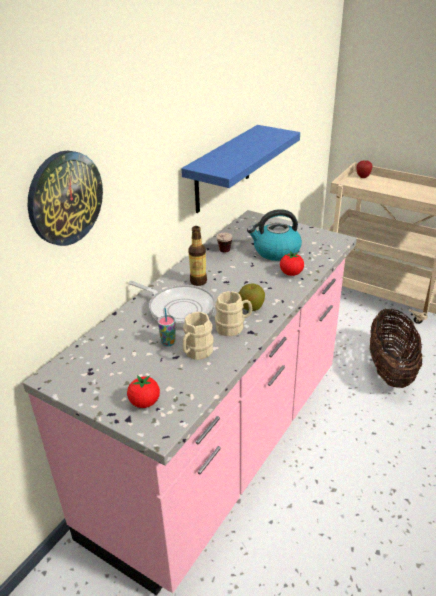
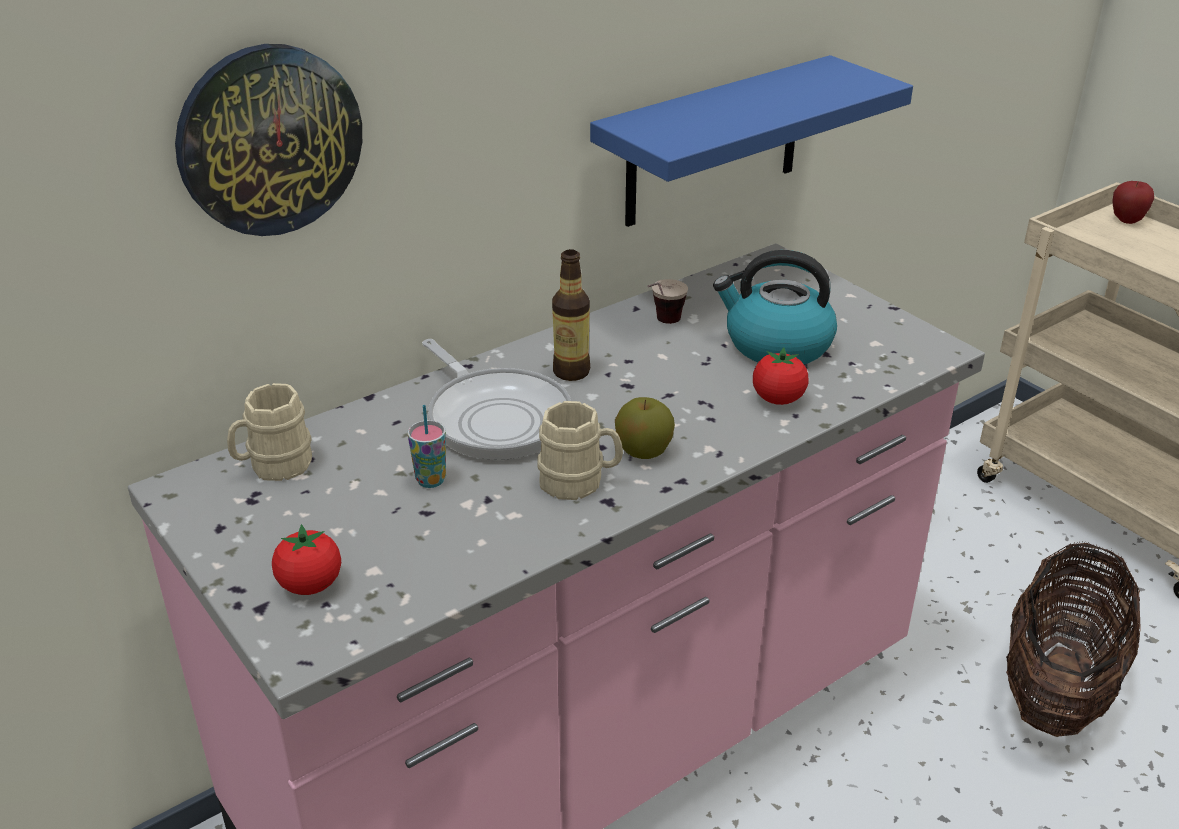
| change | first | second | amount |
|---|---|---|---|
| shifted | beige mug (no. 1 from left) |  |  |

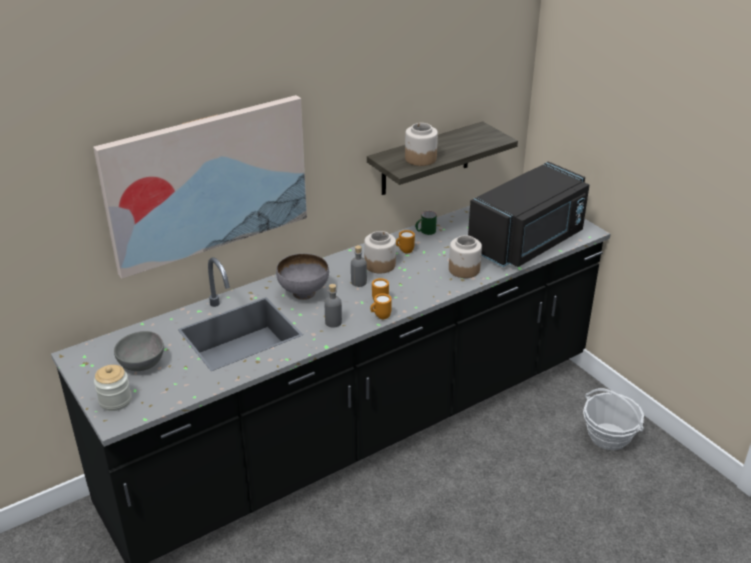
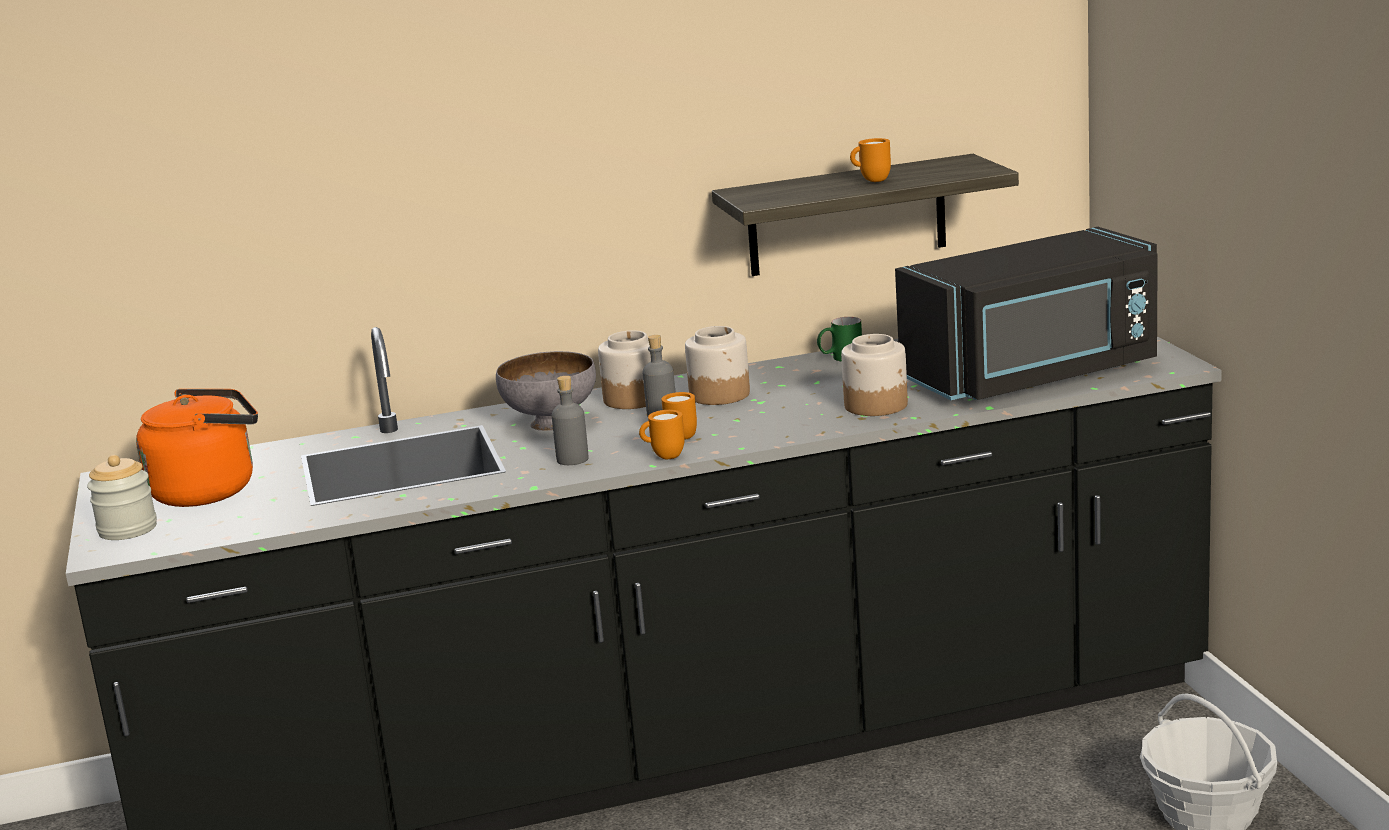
| change | first | second | amount |
|---|---|---|---|
| gone | wall picture |  |  |
| shifted | storage jar (no. 3 from left in the first image) | storage jar (no. 2 from left) |  |
| shifted | orangey mug (no. 3 from left) |  |  |
| swapped | gray serving bowl (no. 1 from left) | orangey tea kettle |  |

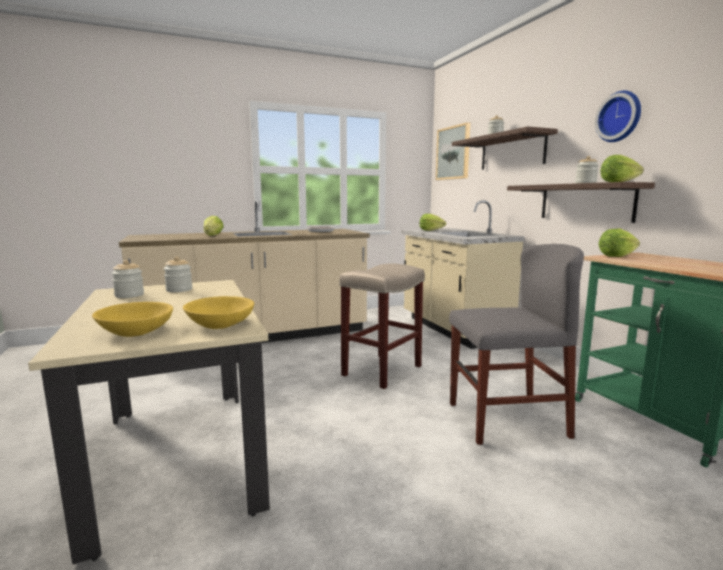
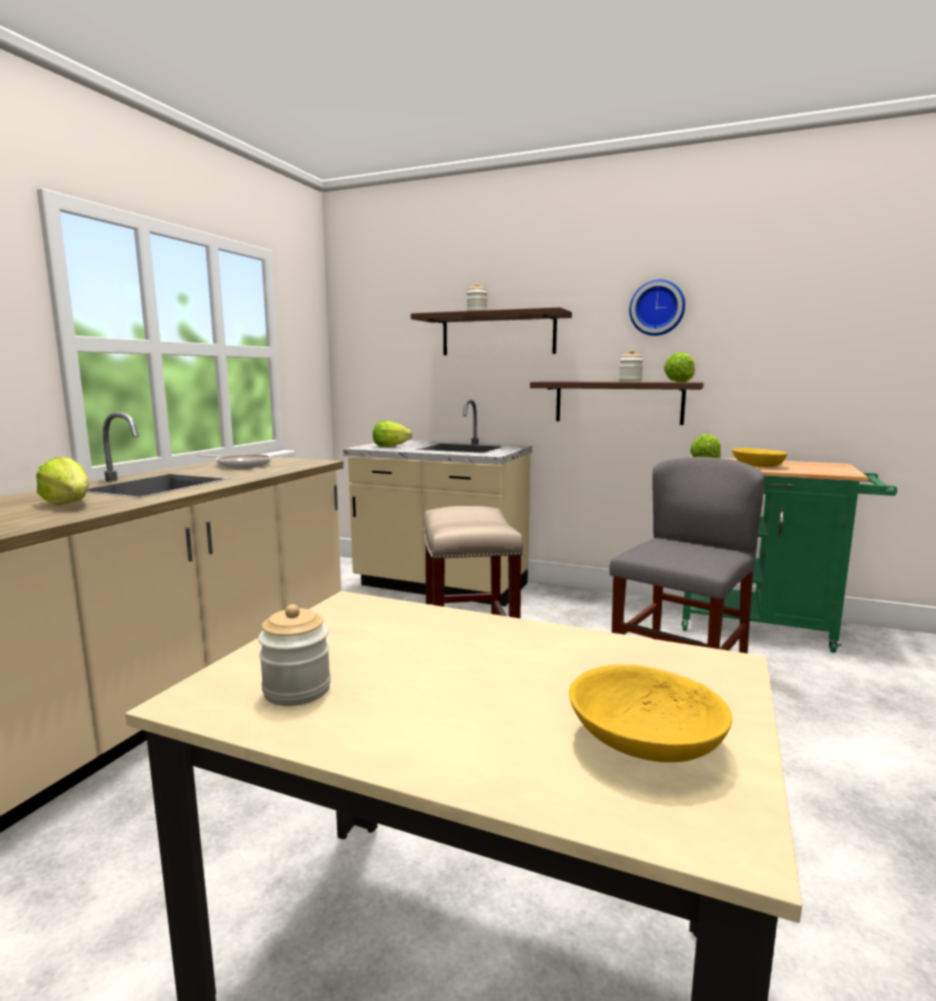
| change | first | second | amount |
|---|---|---|---|
| gone | wall picture |  |  |
| gone | storage jar (no. 2 from left) |  |  |
| shifted | yellow serving bowl (no. 2 from left) |  |  |

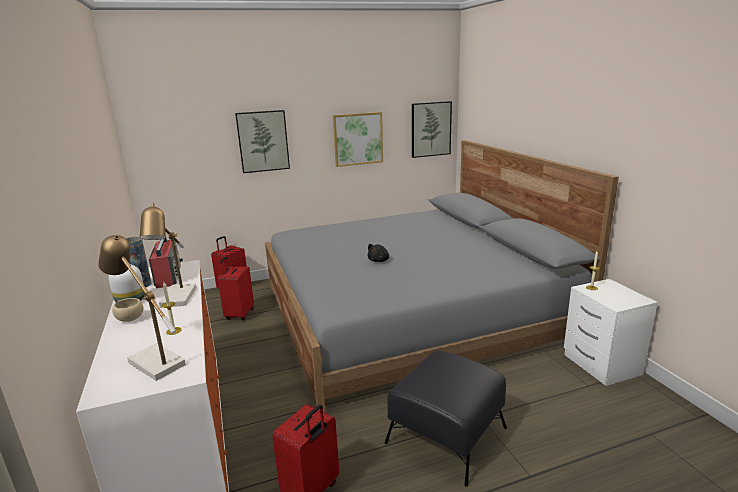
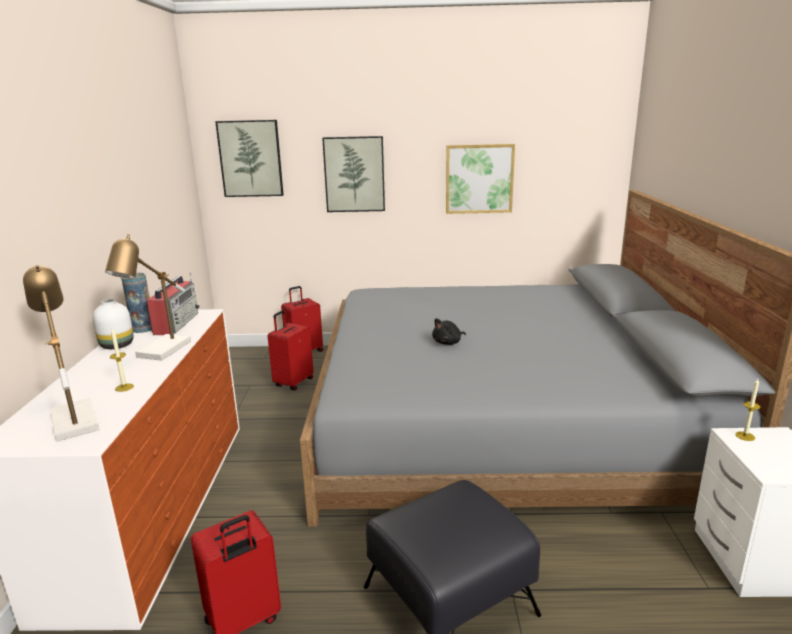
| change | first | second | amount |
|---|---|---|---|
| shifted | wall picture (no. 3 from left in the first image) | wall picture (no. 1 from left) |  |
| gone | beige serving bowl |  |  |

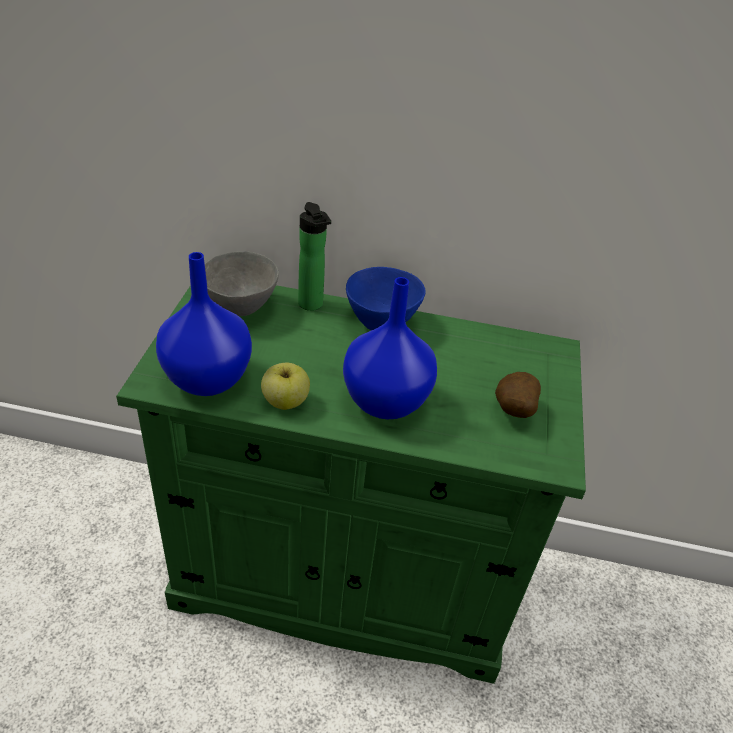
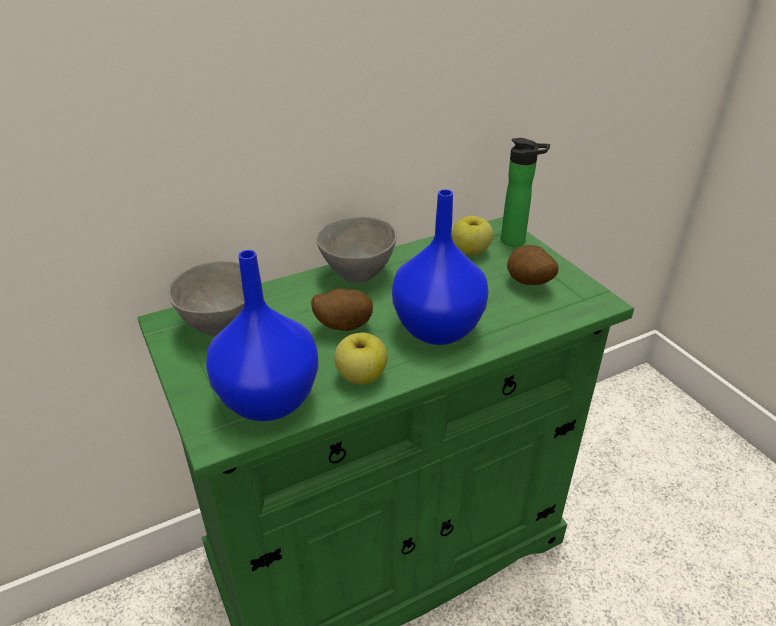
| change | first | second | amount |
|---|---|---|---|
| shifted | bottle |  |  |
| repainted | bluish serving bowl | gray serving bowl (no. 2 from left) |  |
| new |  | apple (no. 2 from left) |  |
| new |  | spud (no. 1 from left) |  |

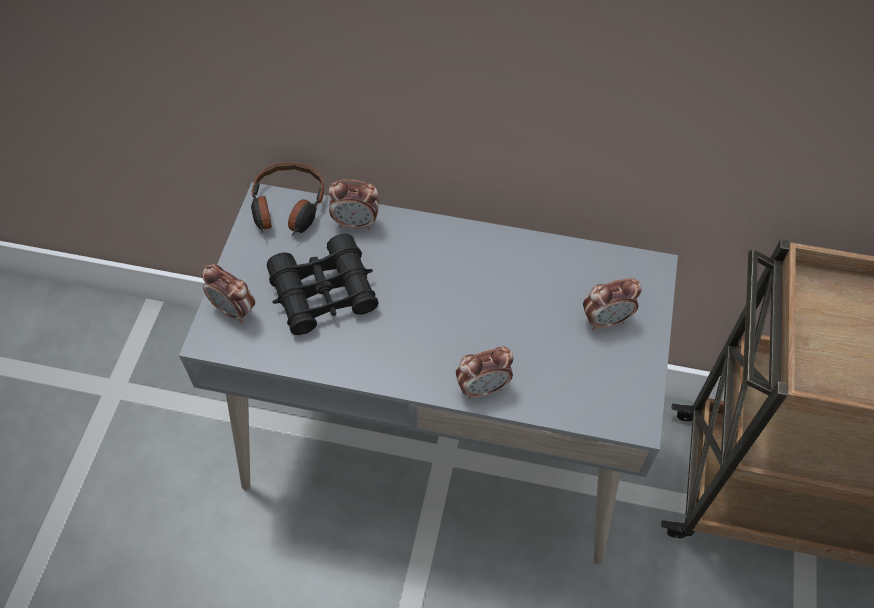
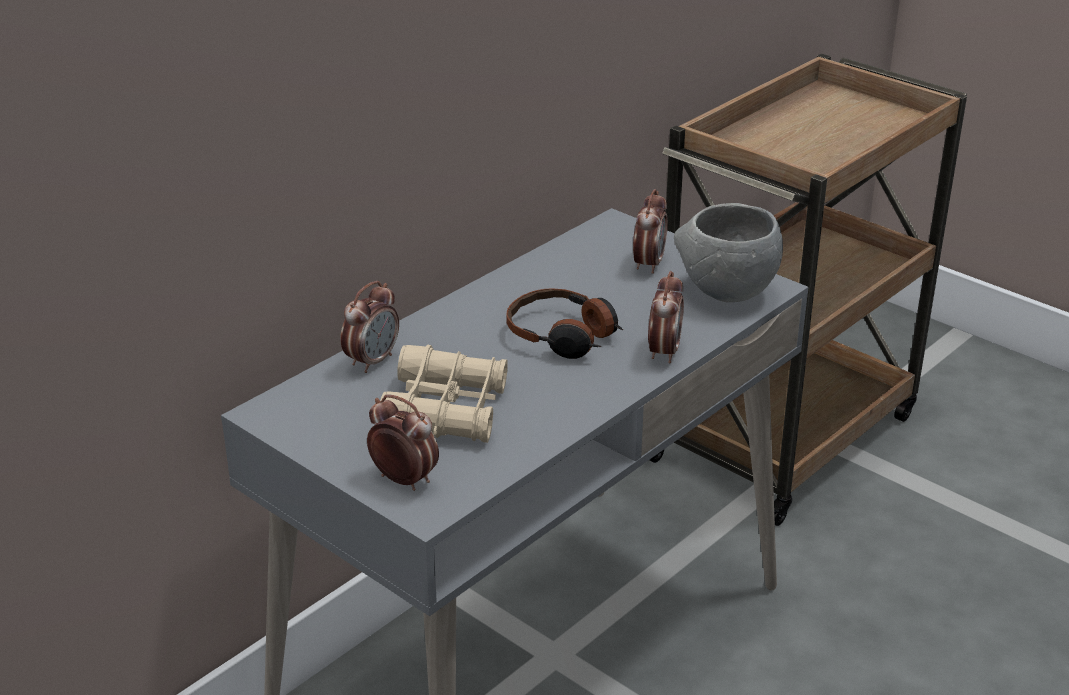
| change | first | second | amount |
|---|---|---|---|
| shifted | headphones |  |  |
| repainted | blackish field glasses | beige field glasses |  |
| rotated | table clock (no. 1 from left in the first image) | table clock (no. 2 from left) | 120 degrees counterclockwise |
| new |  | gray serving bowl |  |

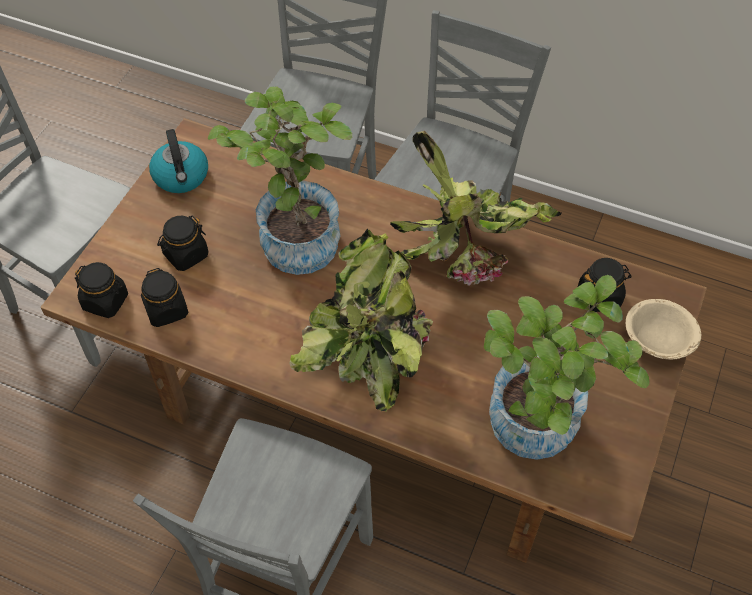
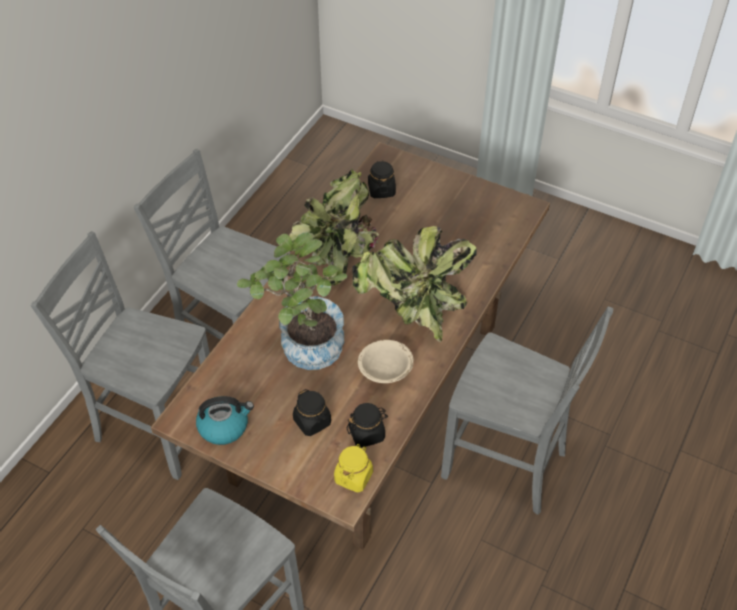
| change | first | second | amount |
|---|---|---|---|
| repainted | blackish storage jar (no. 1 from left) | yellow storage jar |  |
| gone | potted plant (no. 4 from left) |  |  |
| shifted | beige serving bowl |  |  |

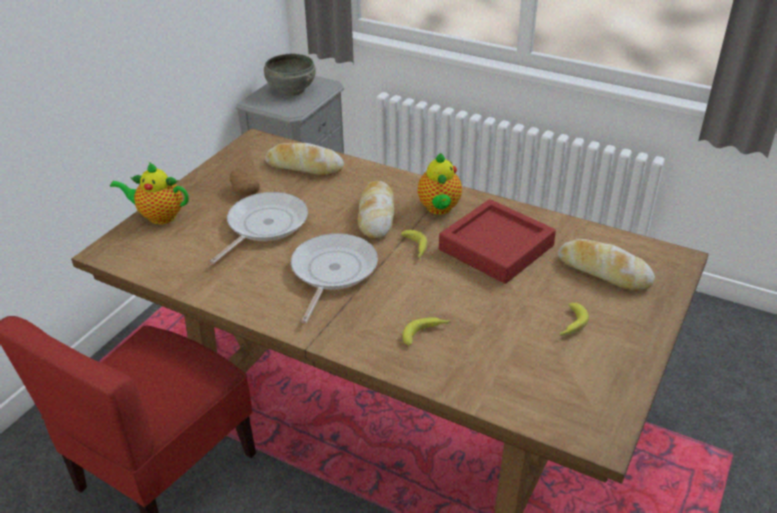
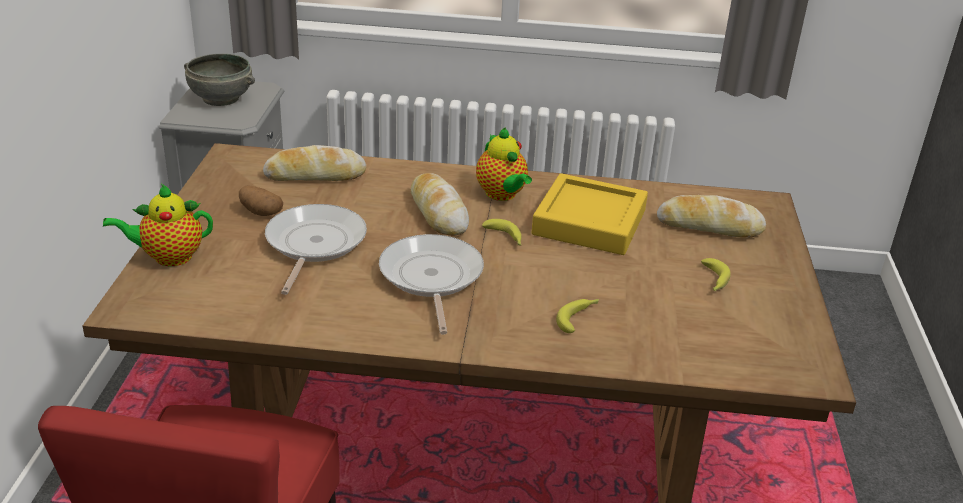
| change | first | second | amount |
|---|---|---|---|
| repainted | red carrying tray | yellow carrying tray |  |

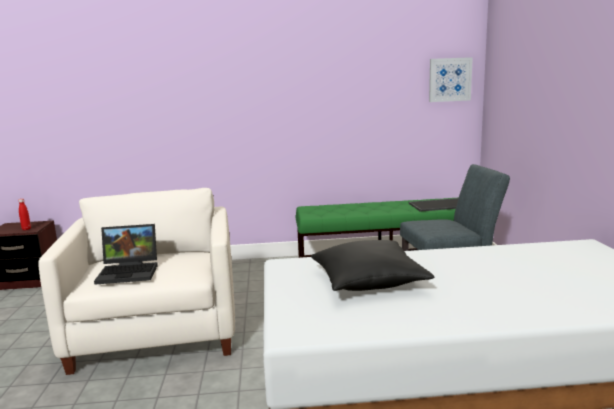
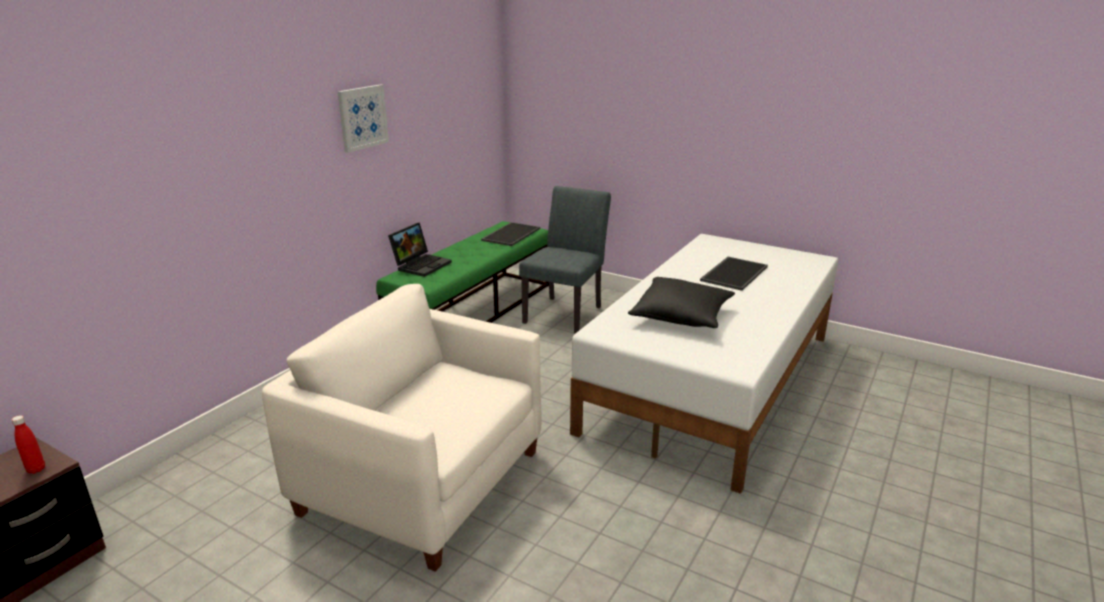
| change | first | second | amount |
|---|---|---|---|
| shifted | wall picture |  |  |
| shifted | portable computer |  |  |
| new |  | carrying tray (no. 2 from left) |  |

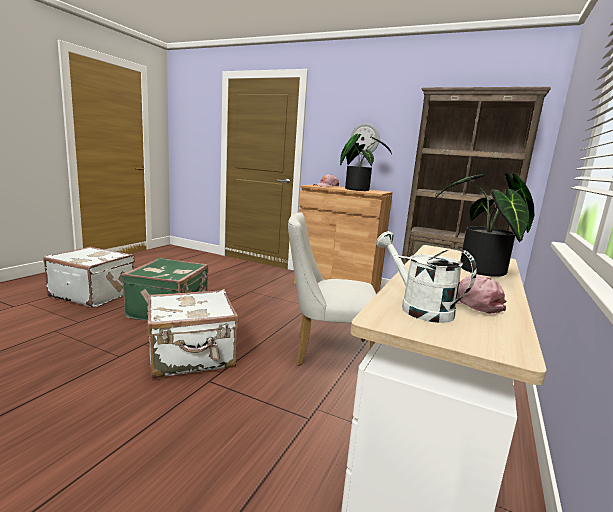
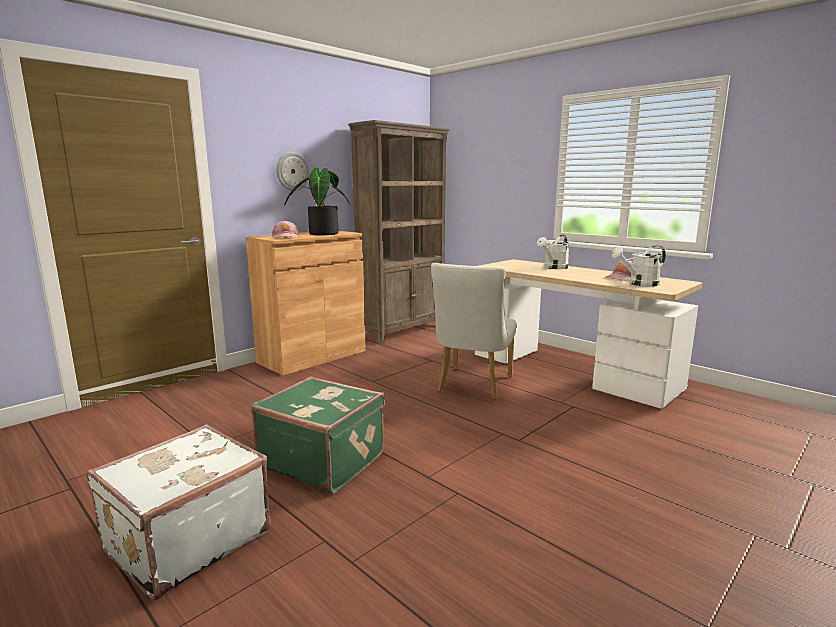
| change | first | second | amount |
|---|---|---|---|
| swapped | potted plant (no. 2 from left) | whitish watering pot (no. 1 from left) |  |
| gone | whitish suitcase (no. 2 from left) |  |  |

